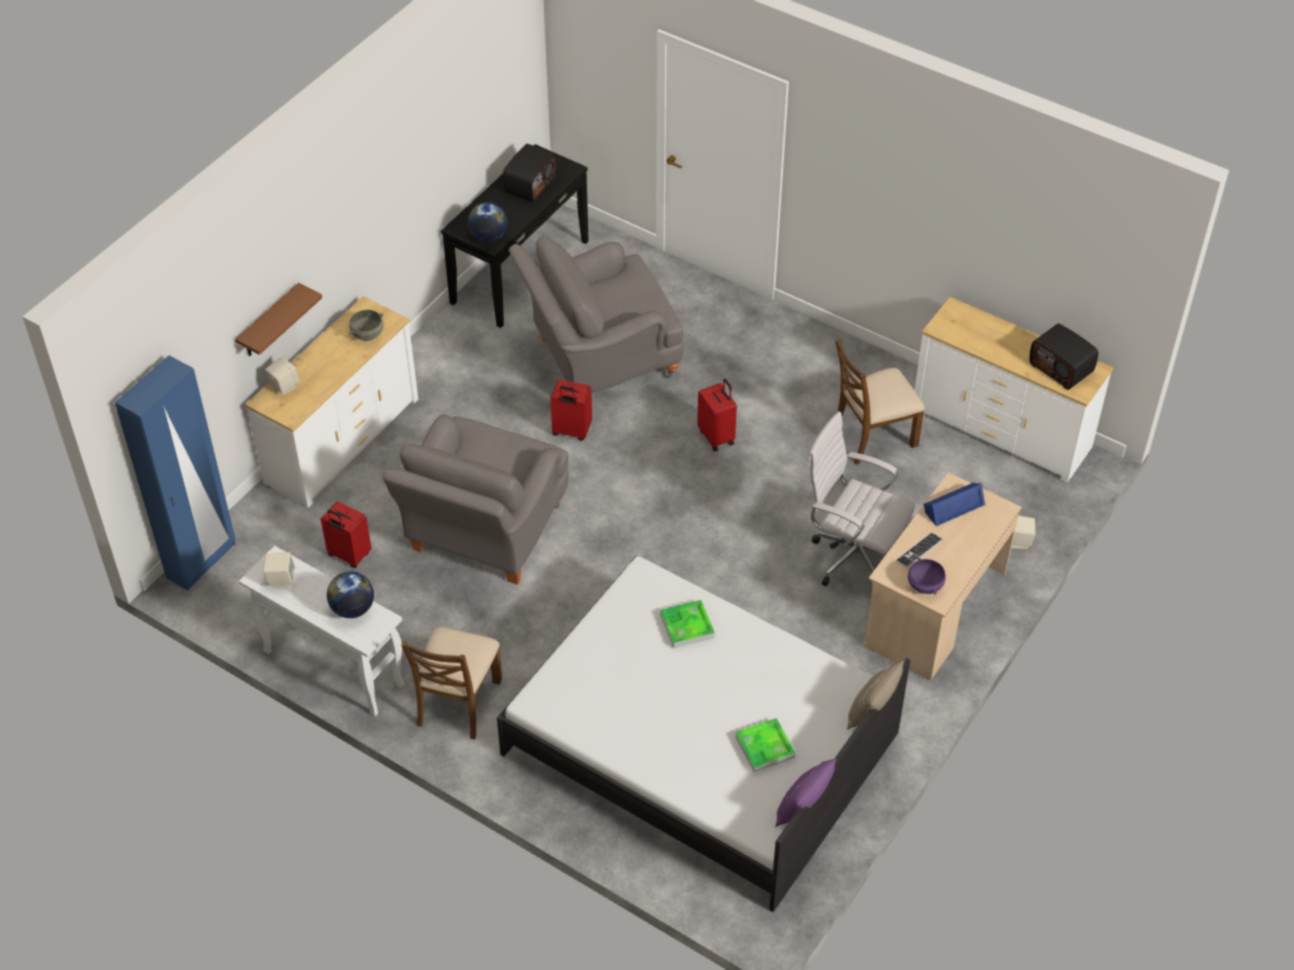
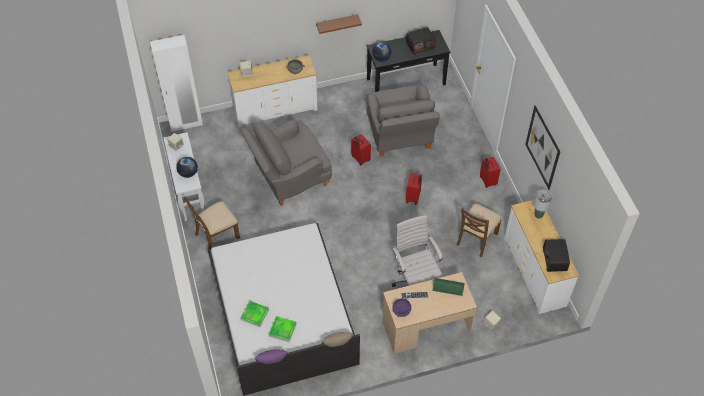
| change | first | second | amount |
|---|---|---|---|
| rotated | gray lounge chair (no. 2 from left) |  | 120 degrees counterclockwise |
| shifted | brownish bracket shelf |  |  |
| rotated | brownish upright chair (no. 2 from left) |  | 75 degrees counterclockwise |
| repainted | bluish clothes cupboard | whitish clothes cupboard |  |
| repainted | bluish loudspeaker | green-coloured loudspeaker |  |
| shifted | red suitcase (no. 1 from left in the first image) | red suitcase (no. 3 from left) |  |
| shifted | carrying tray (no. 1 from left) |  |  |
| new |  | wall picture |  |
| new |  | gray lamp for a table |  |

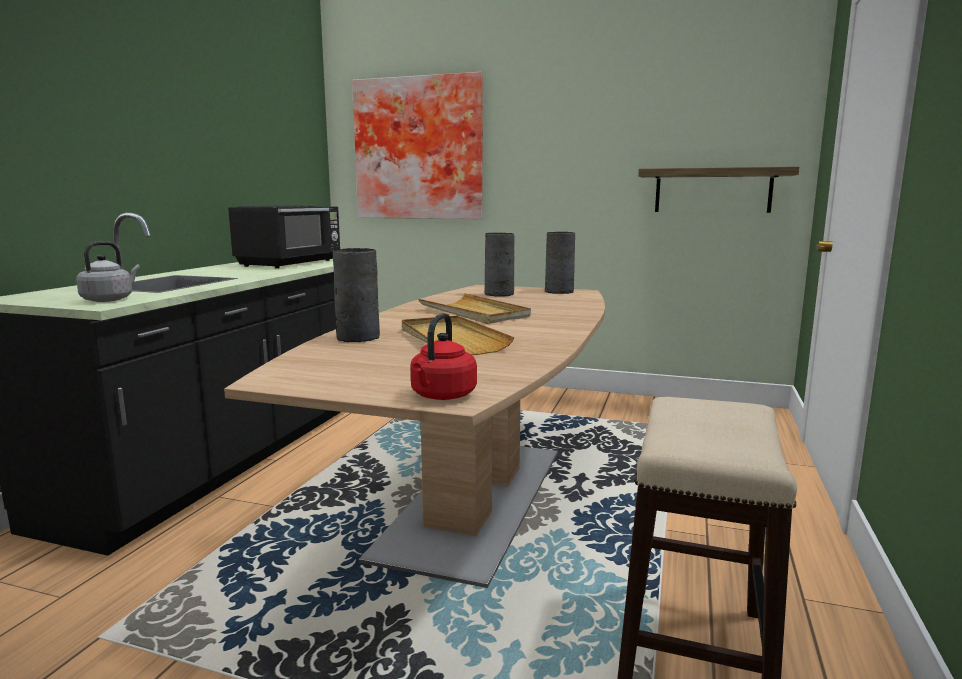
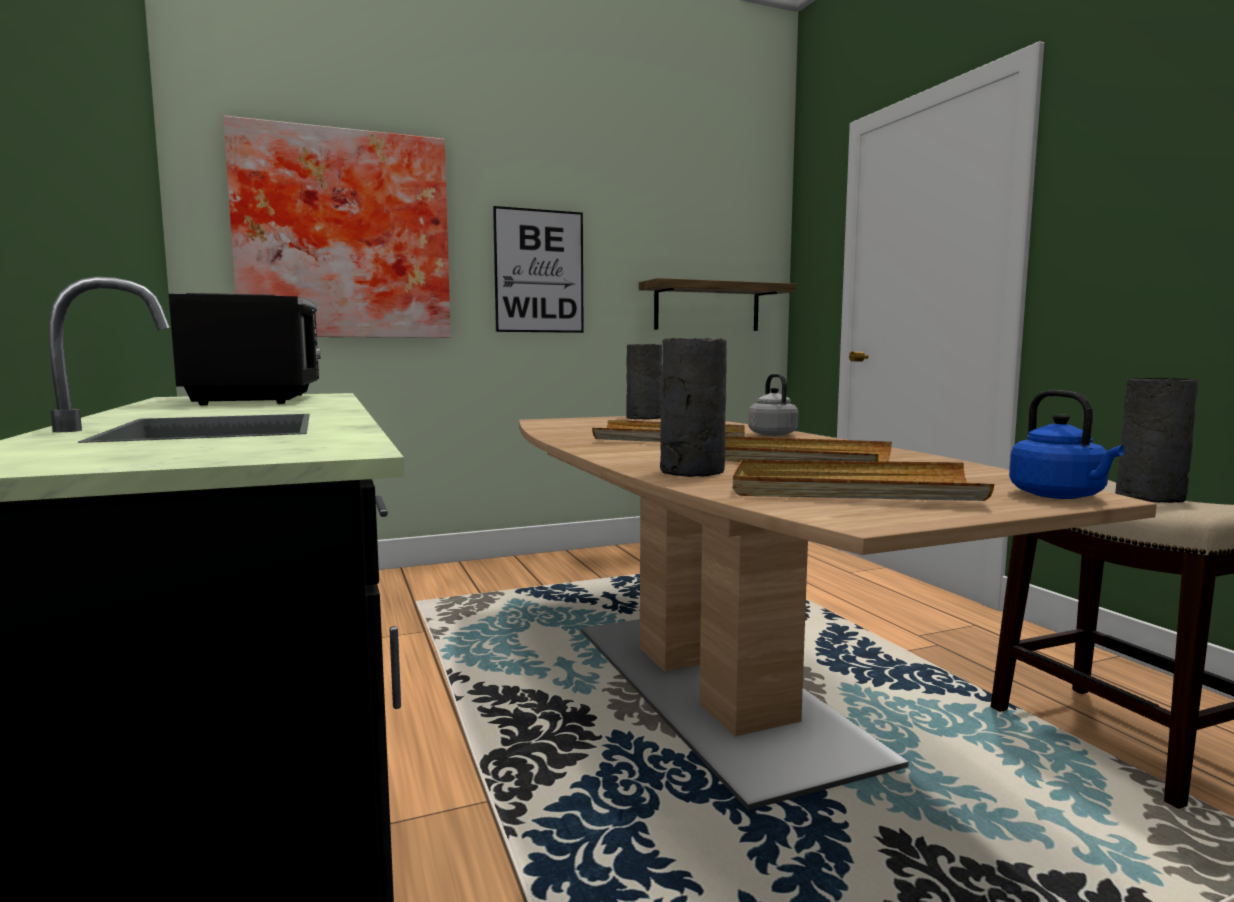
| change | first | second | amount |
|---|---|---|---|
| shifted | gray vase (no. 2 from left in the first image) | gray vase (no. 3 from left) |  |
| shifted | gray tea kettle |  |  |
| repainted | red tea kettle | bluish tea kettle |  |
| new |  | wall picture (no. 2 from left) |  |
| new |  | beige carrying tray (no. 3 from left) |  |

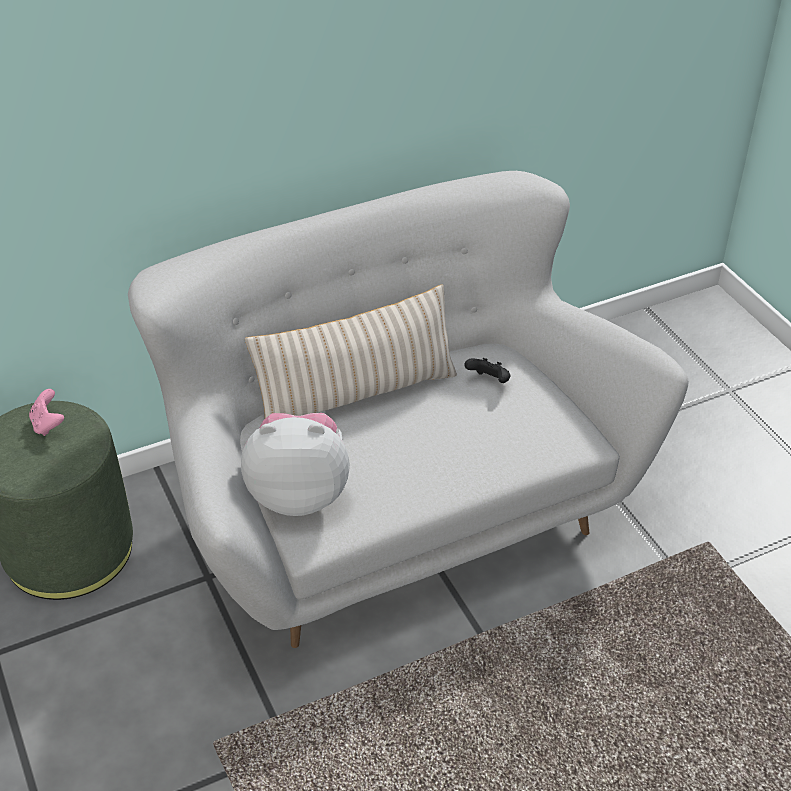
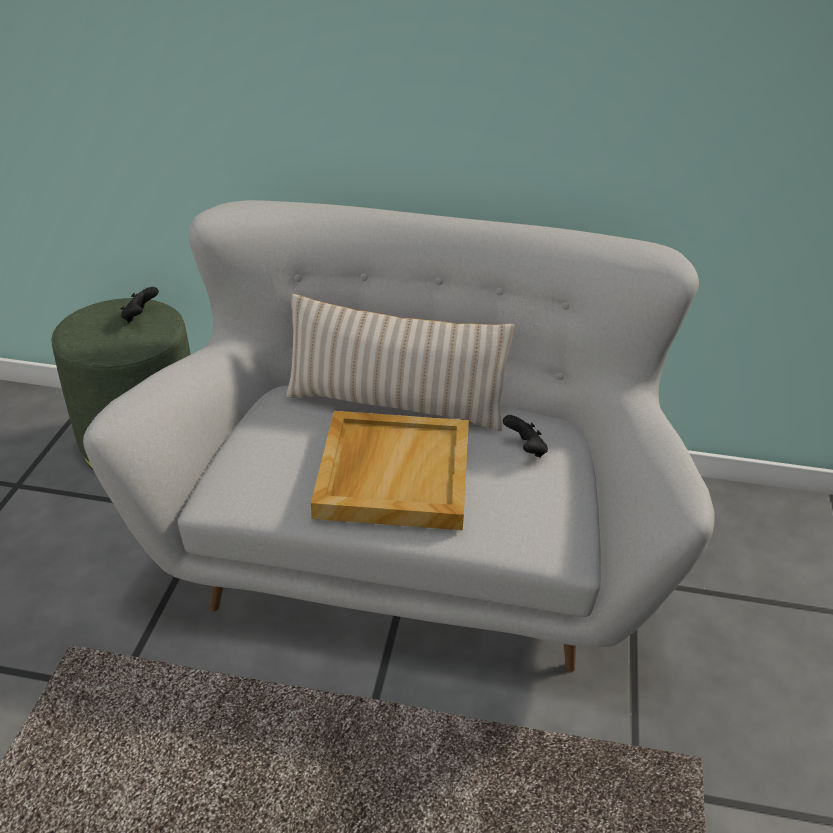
| change | first | second | amount |
|---|---|---|---|
| repainted | pink-coloured joypad | blackish joypad (no. 1 from left) |  |
| gone | plush toy |  |  |
| new |  | beige carrying tray |  |

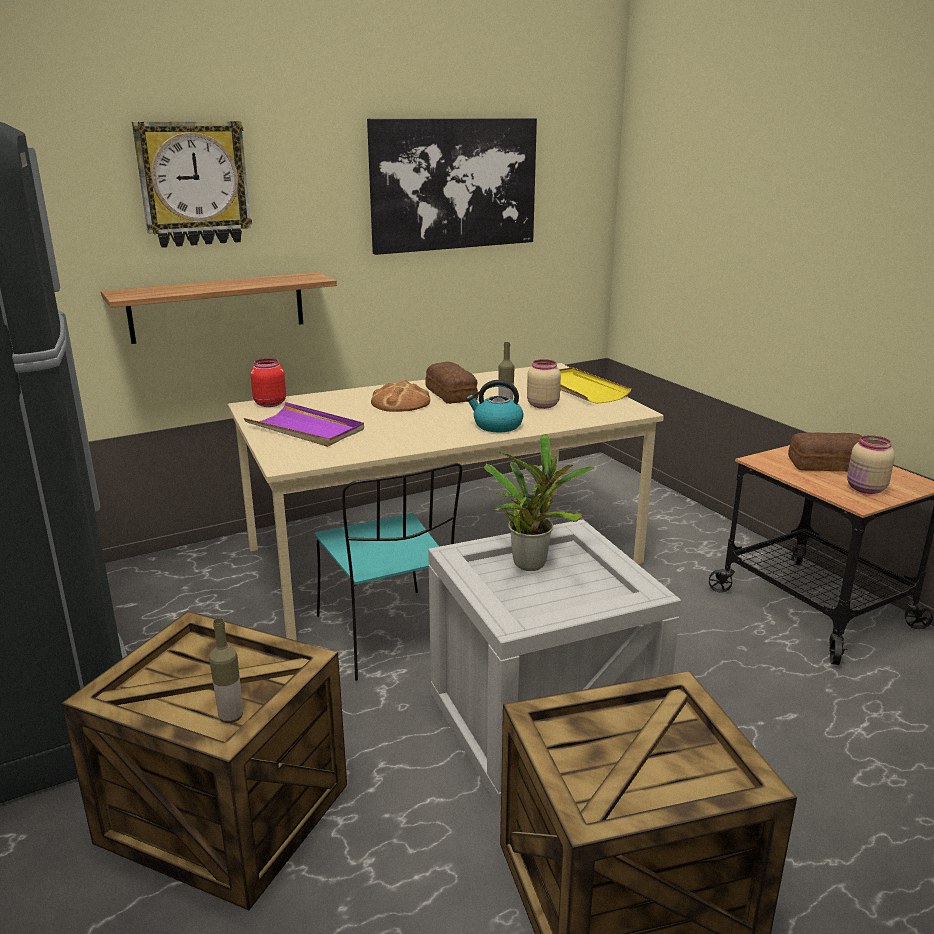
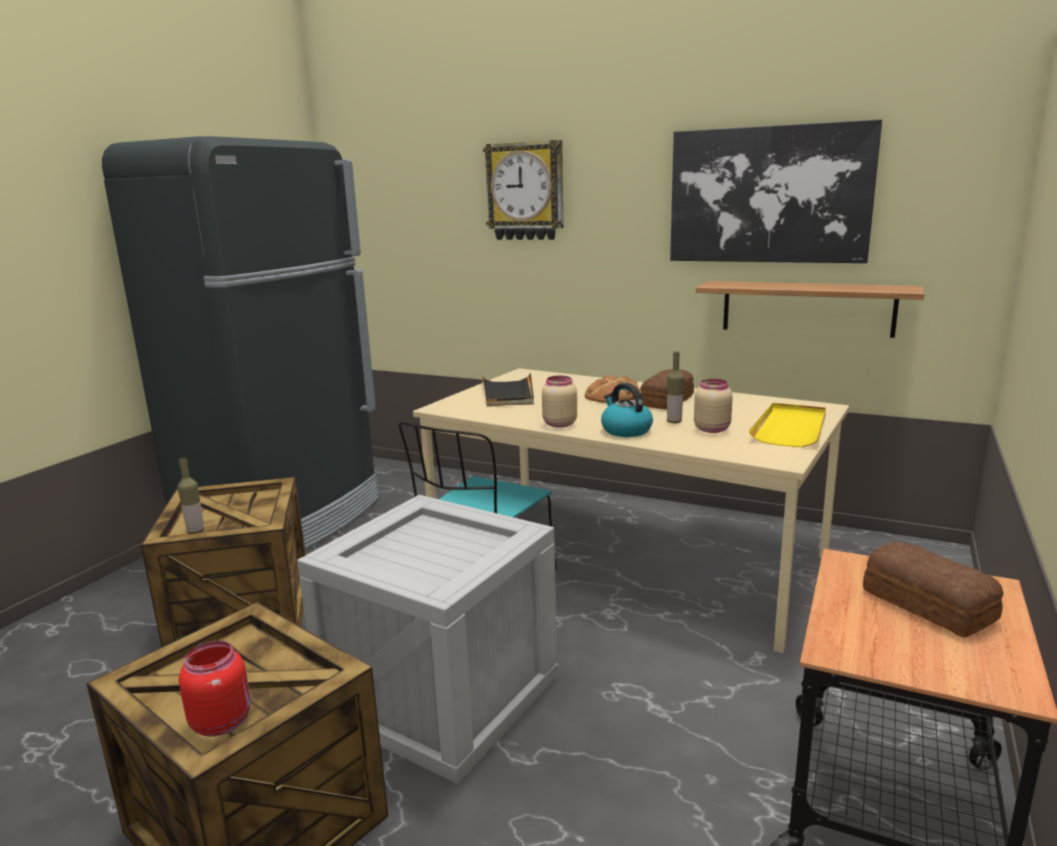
| change | first | second | amount |
|---|---|---|---|
| shifted | bracket shelf |  |  |
| shifted | red storage jar |  |  |
| repainted | purple carrying tray | blackish carrying tray |  |
| gone | potted plant |  |  |
| shifted | beige storage jar (no. 2 from left in the first image) | beige storage jar (no. 1 from left) |  |

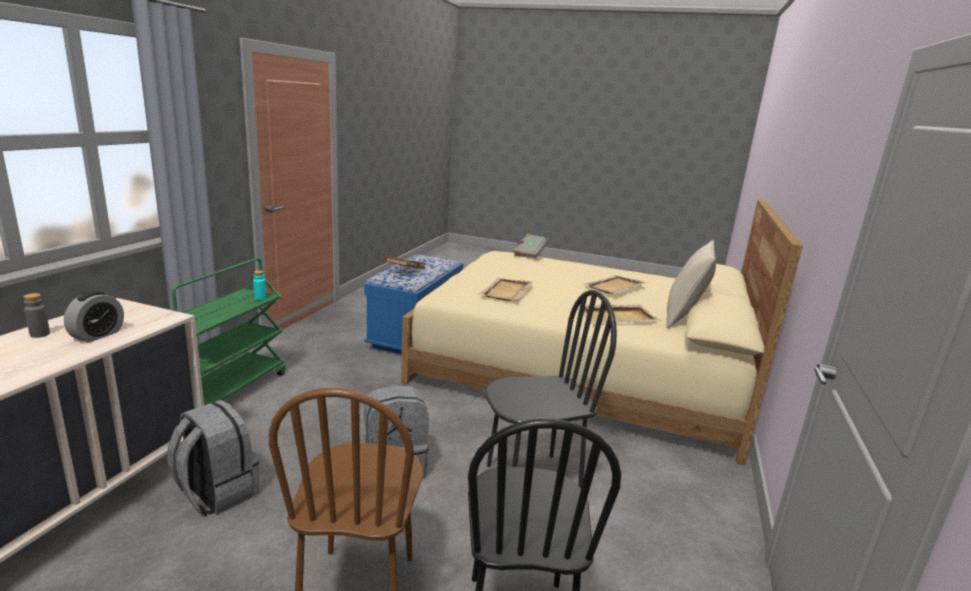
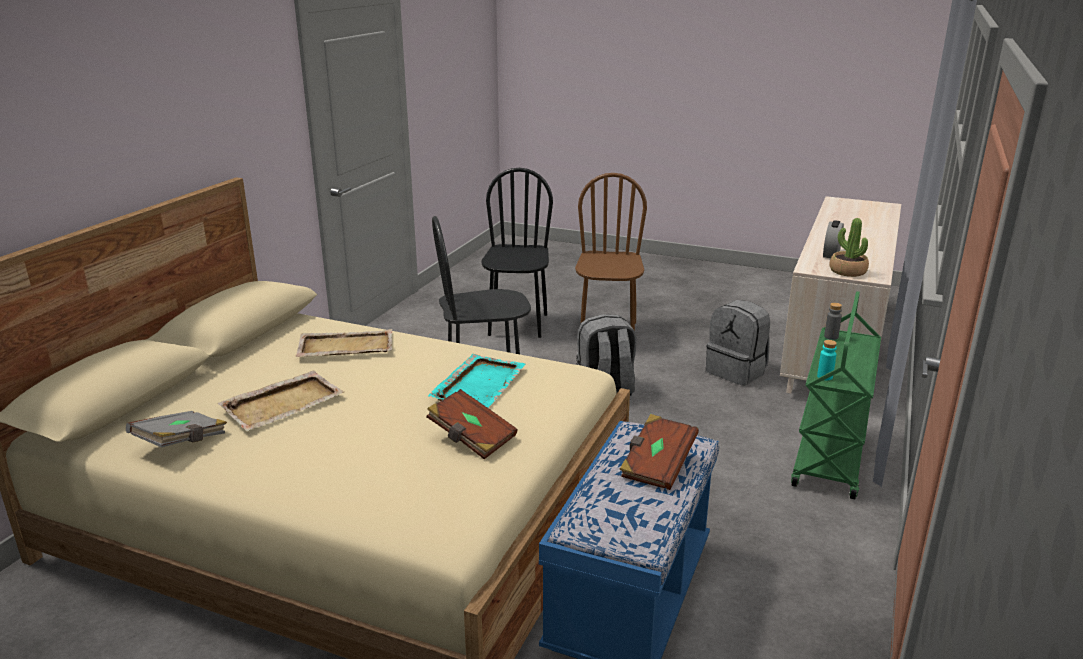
| change | first | second | amount |
|---|---|---|---|
| shifted | gray volume |  |  |
| gone | beige cushion |  |  |
| repainted | beige carrying tray (no. 1 from left) | turquoise-coloured carrying tray |  |
| shifted | gray bottle |  |  |
| new |  | potted plant |  |
| new |  | brownish volume (no. 1 from left) |  |

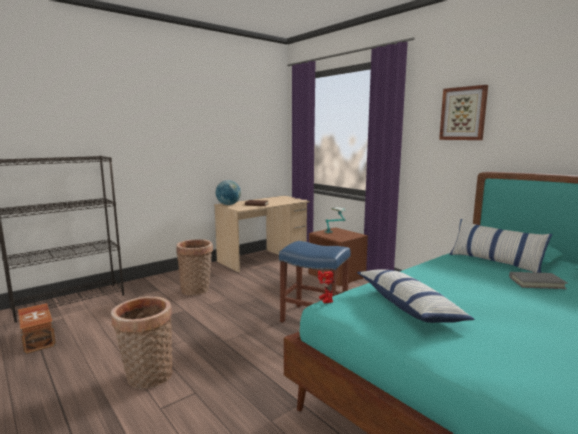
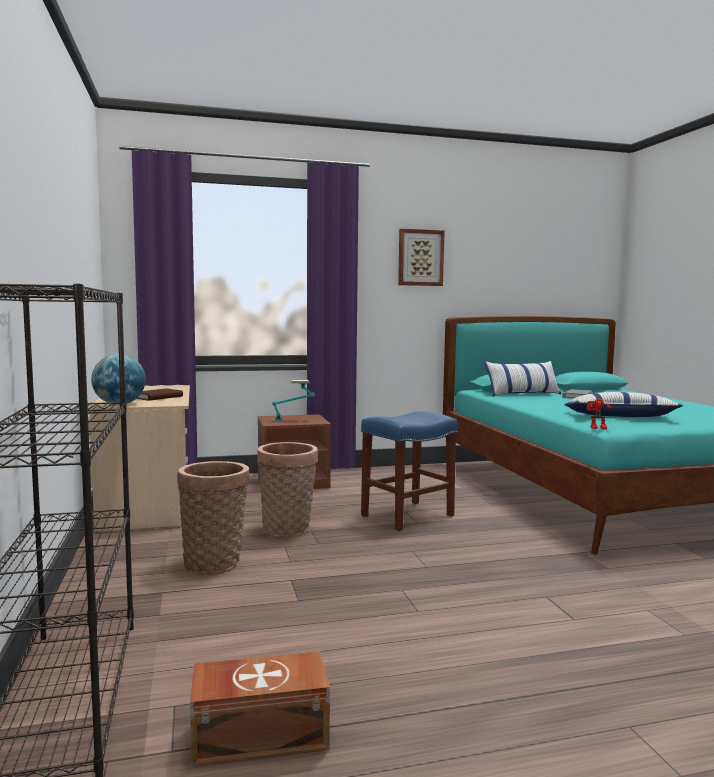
| change | first | second | amount |
|---|---|---|---|
| shifted | household basket (no. 1 from left in the first image) | household basket (no. 2 from left) |  |

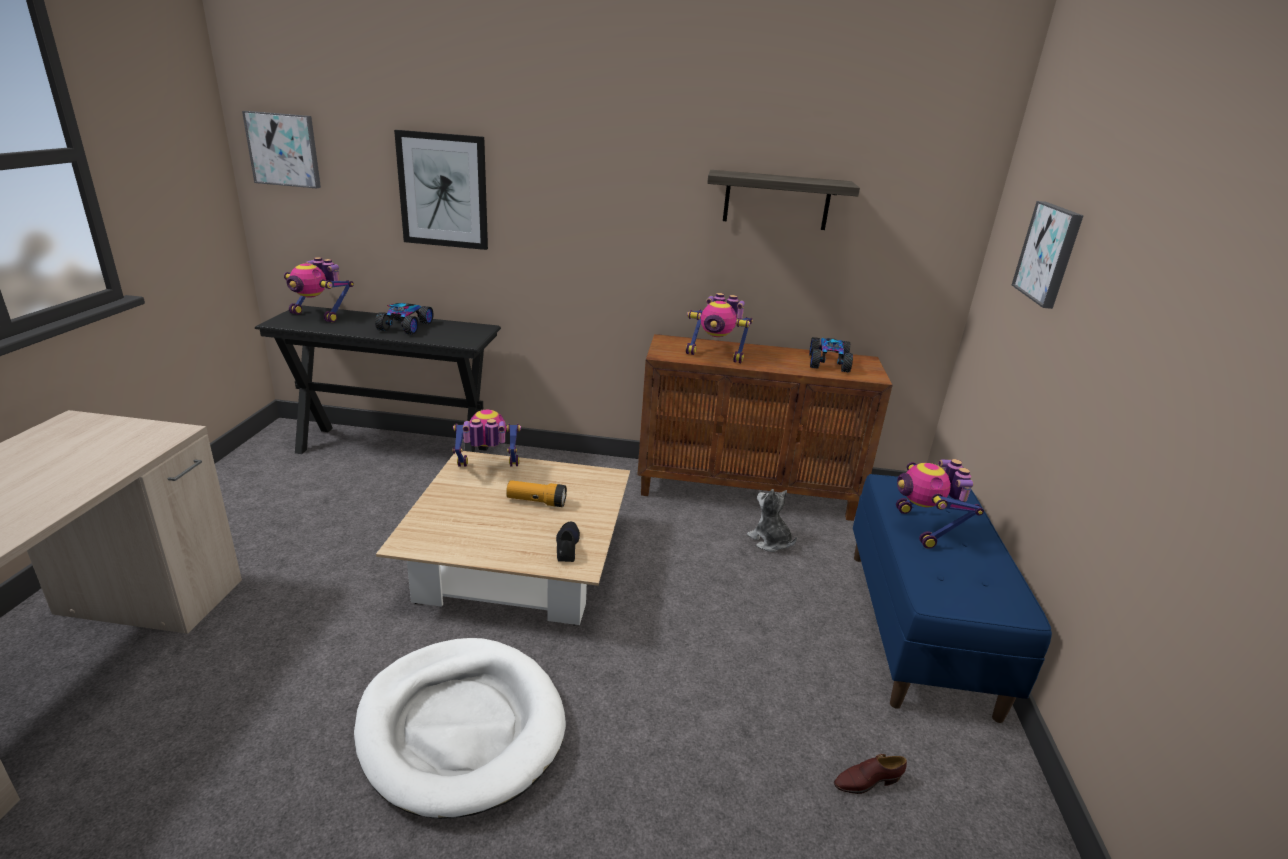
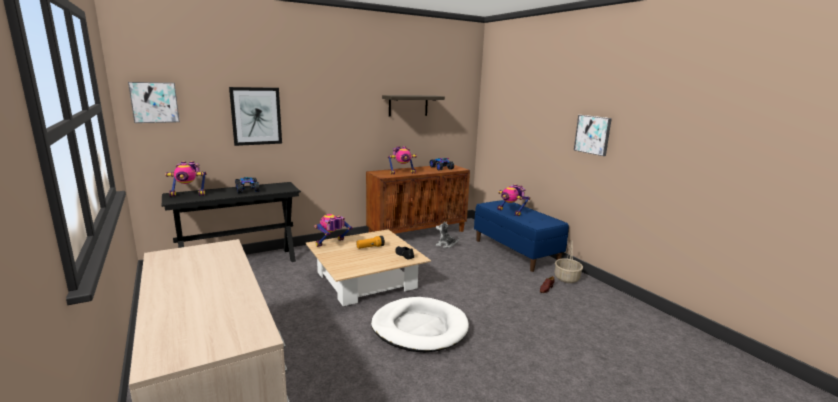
| change | first | second | amount |
|---|---|---|---|
| shifted | wall picture (no. 3 from left) |  |  |
| new |  | household basket |  |

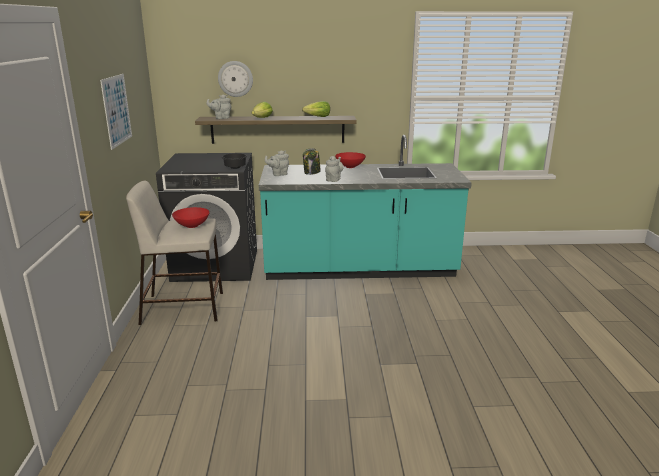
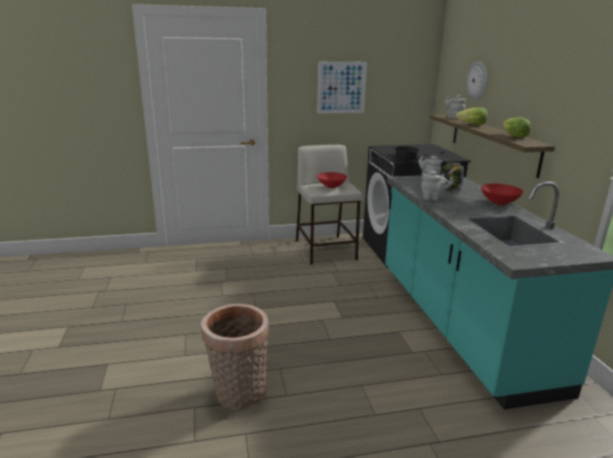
| change | first | second | amount |
|---|---|---|---|
| new |  | household basket |  |

